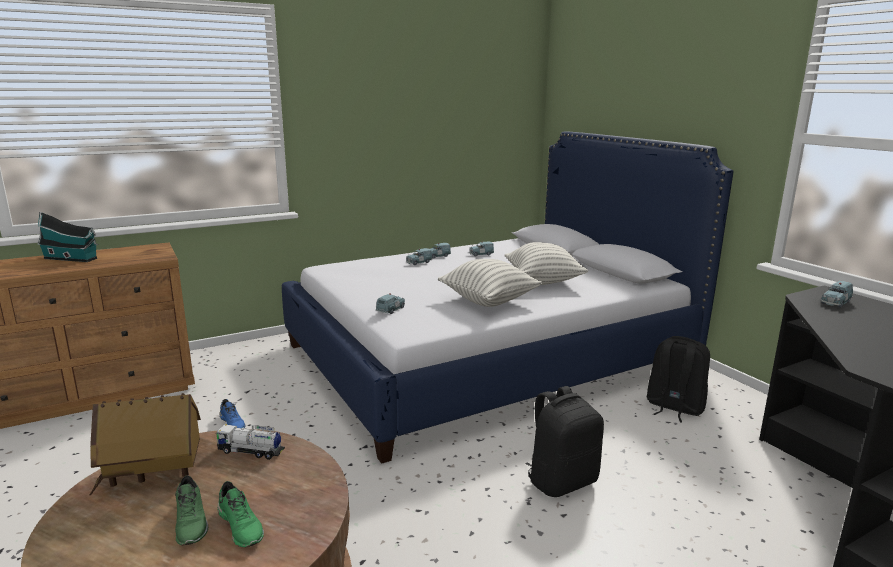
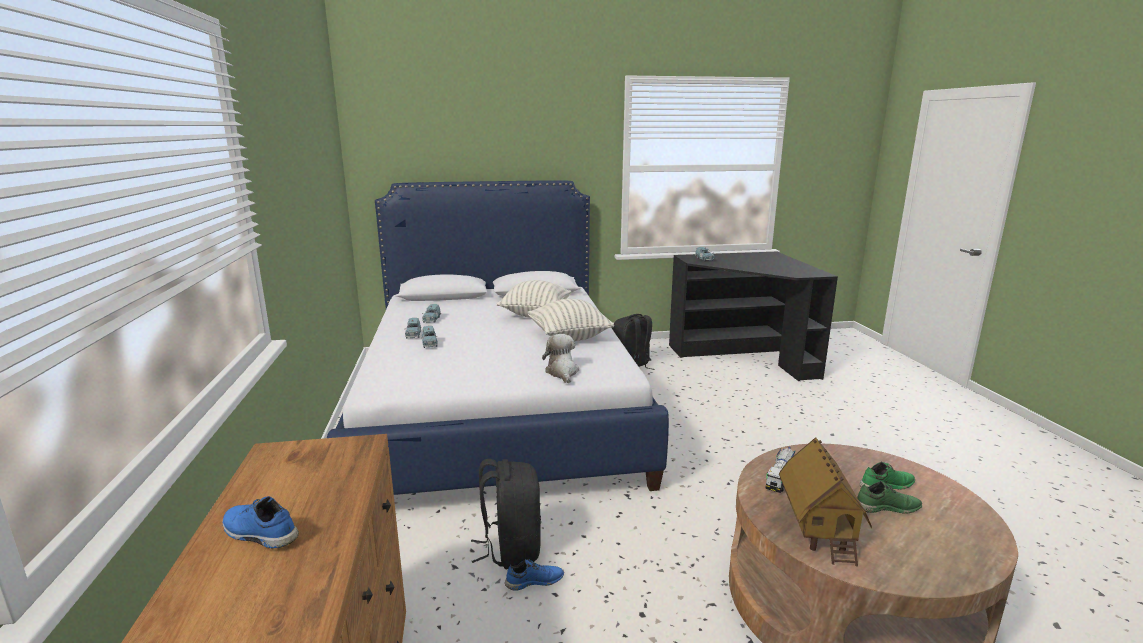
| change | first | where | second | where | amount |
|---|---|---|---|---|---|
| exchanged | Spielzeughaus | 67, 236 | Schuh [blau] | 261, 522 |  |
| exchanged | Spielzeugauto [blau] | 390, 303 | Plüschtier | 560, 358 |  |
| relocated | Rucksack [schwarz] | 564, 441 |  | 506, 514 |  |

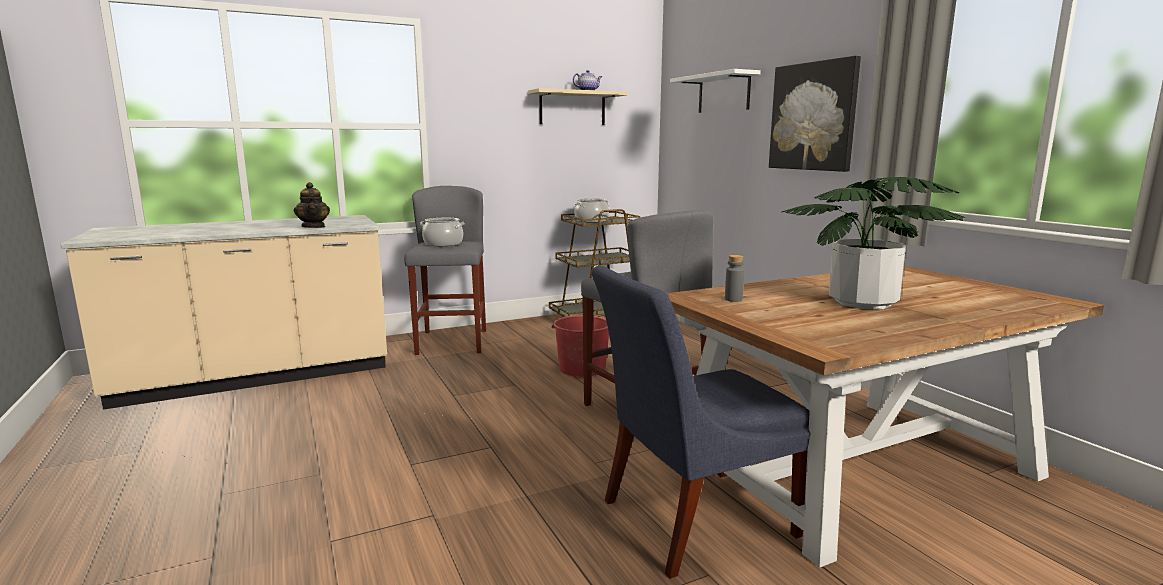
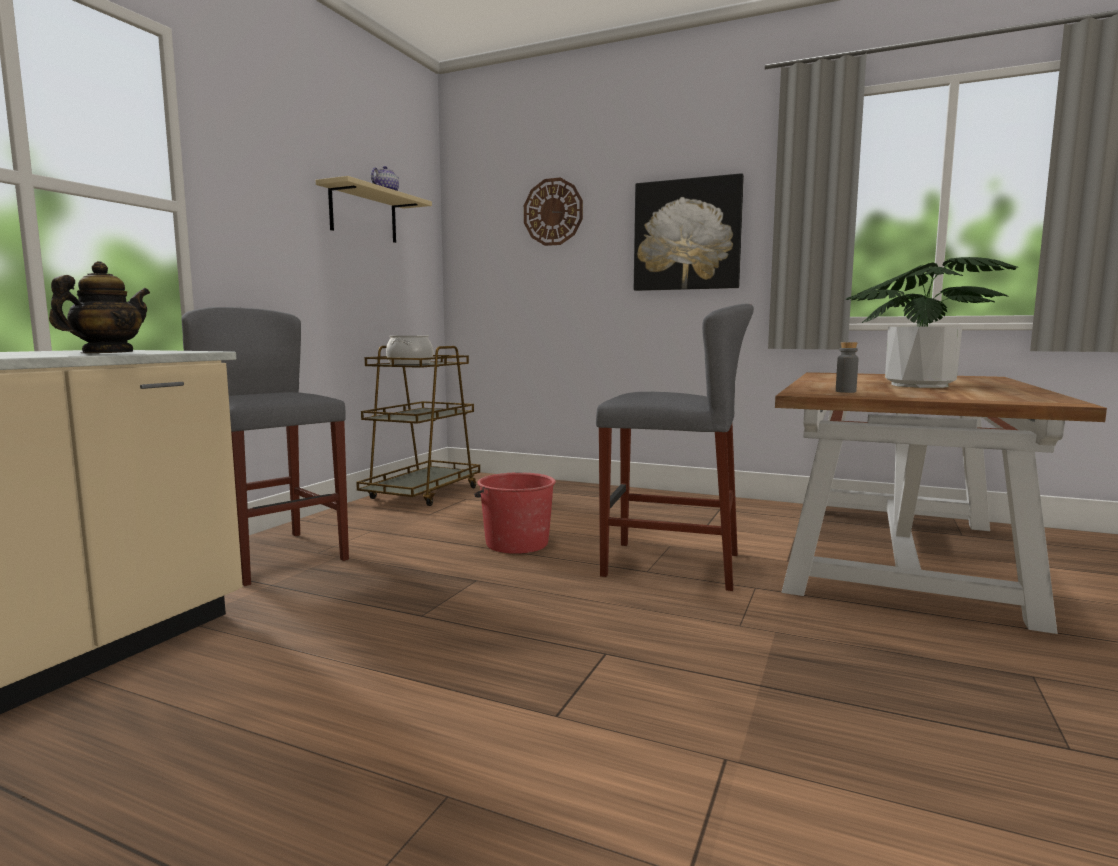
| change | first | where | second | where | amount |
|---|---|---|---|---|---|
| spun | Teekanne | 312, 205 |  | 99, 307 | 90 degrees counterclockwise |
| missing | Kochtopf | 442, 232 |  |  |  |
| missing | Stuhl [blau] | 701, 422 |  |  |  |
| exchanged | Wandregal [weiß] | 715, 91 | Wanduhr | 553, 212 |  |

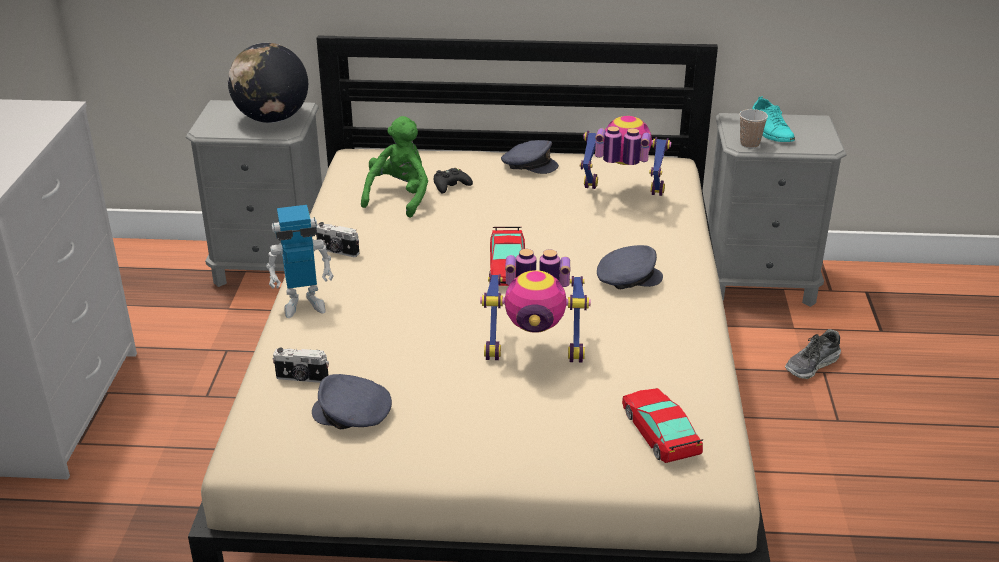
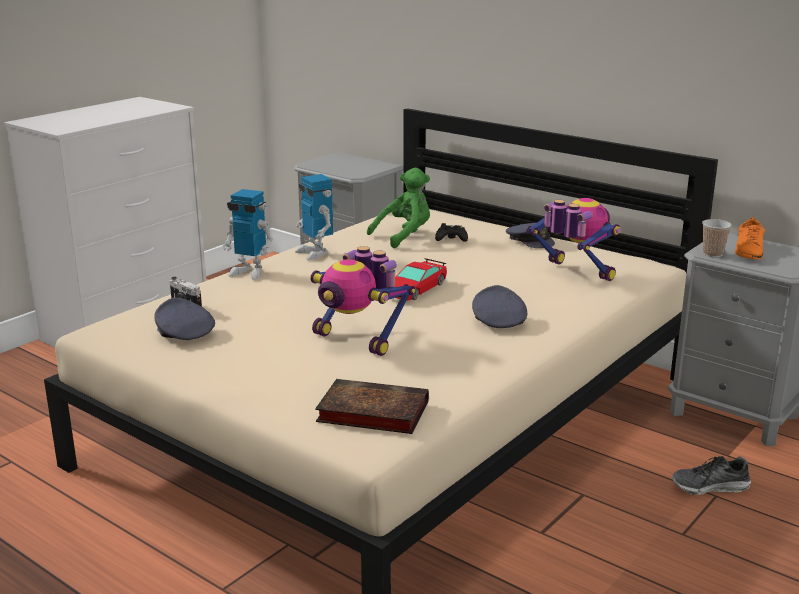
| change | first | where | second | where | amount |
|---|---|---|---|---|---|
| missing | Globus | 268, 83 |  |  |  |
| exchanged | Kamera | 337, 239 | Spielzeugroboter | 314, 217 |  |
| spun | Kappe [grau] | 630, 267 |  | 499, 306 | 120 degrees counterclockwise |
| exchanged | Spielzeugauto | 662, 425 | Buch | 372, 406 |  |
| colour | Schuh [türkis] | 773, 119 | Schuh [orange] | 750, 238 |  |

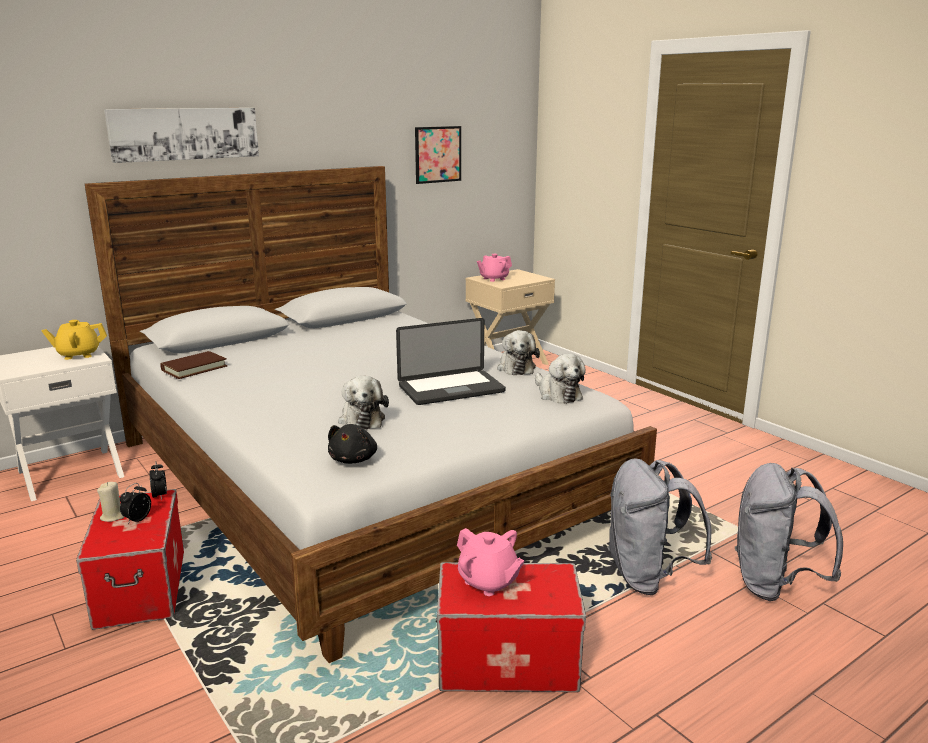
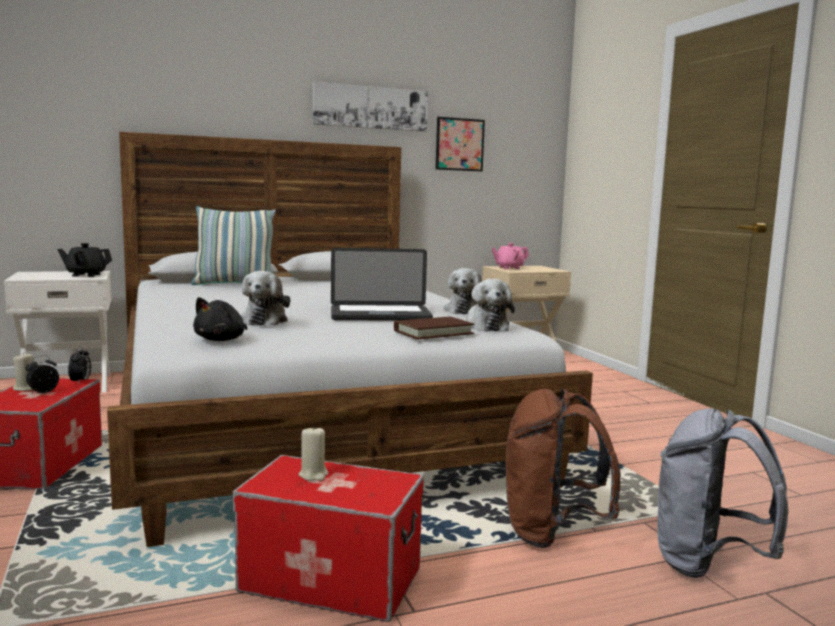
| change | first | where | second | where | amount |
|---|---|---|---|---|---|
| colour | Teekanne [gelb] | 74, 340 | Teekanne [schwarz] | 84, 260 |  |
| relocated | Bild | 181, 135 |  | 370, 107 |  |
| relocated | Buch [braun] | 193, 365 |  | 434, 328 |  |
| exchanged | Teekanne [rosa] | 490, 562 | Kerze [beige] | 313, 453 |  |
| colour | Rucksack [grau] | 659, 527 | Rucksack [braun] | 563, 468 |  |
| appeared |  |  | Kissen | 233, 245 |  |

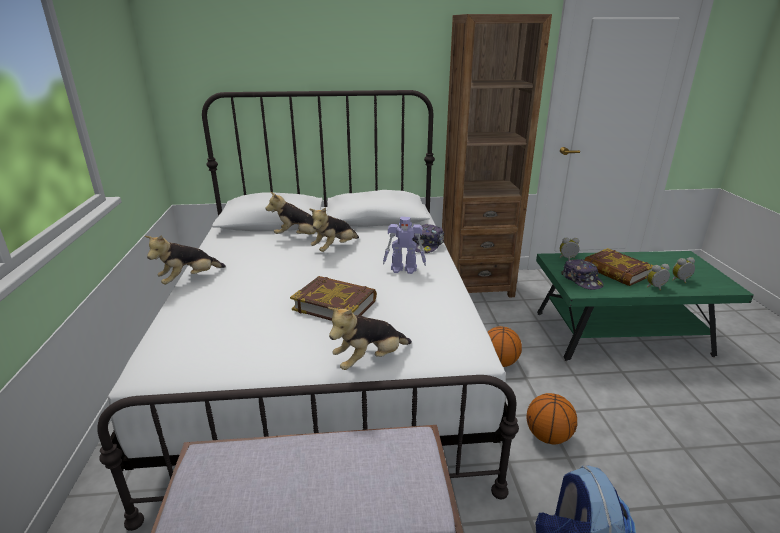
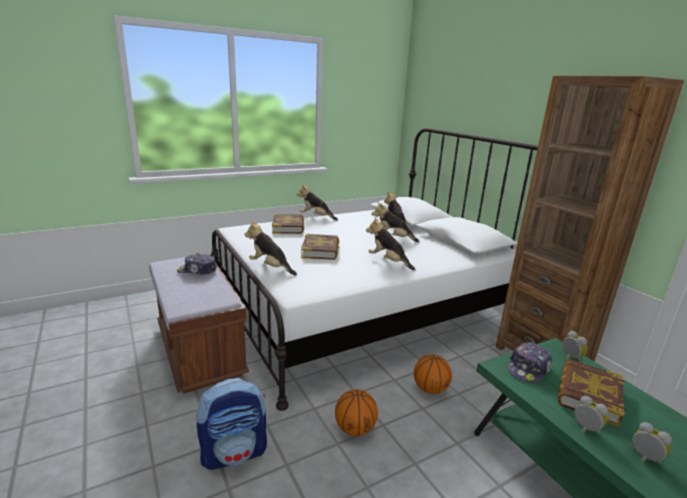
| change | first | where | second | where | amount |
|---|---|---|---|---|---|
| exchanged | Spielzeugroboter | 404, 245 | Plüschtier | 390, 243 |  |
| relocated | Kappe | 428, 238 |  | 197, 264 |  |
| appeared |  |  | Buch | 288, 224 |  |

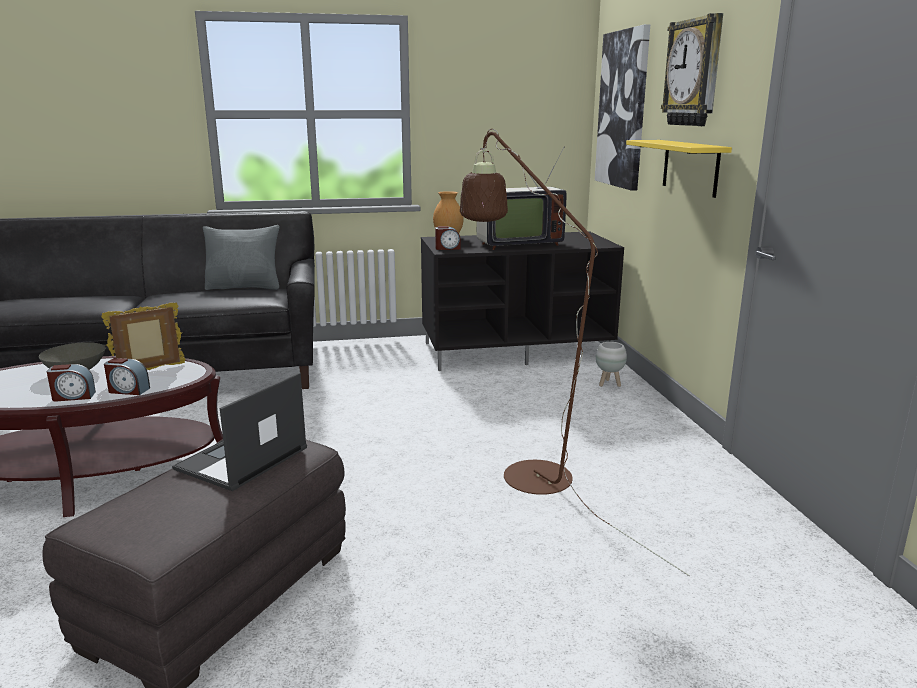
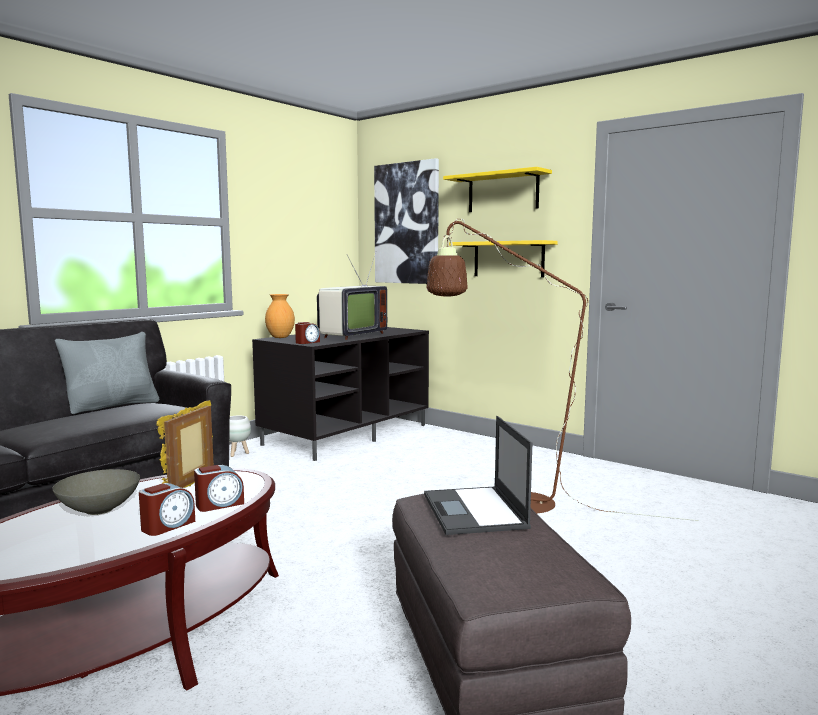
| change | first | where | second | where | amount |
|---|---|---|---|---|---|
| relocated | Pflanzkübel [weiß] | 611, 364 |  | 240, 436 |  |
| exchanged | Wanduhr | 692, 69 | Wandregal [gelb] | 497, 189 |  |

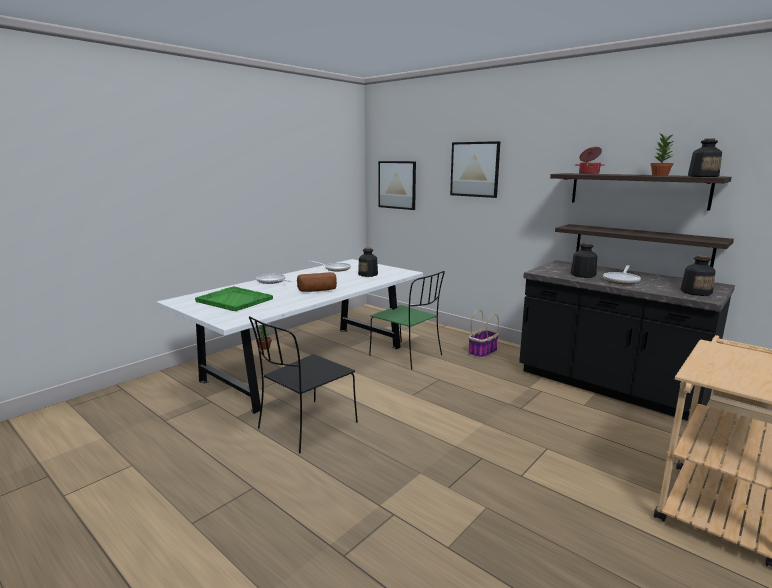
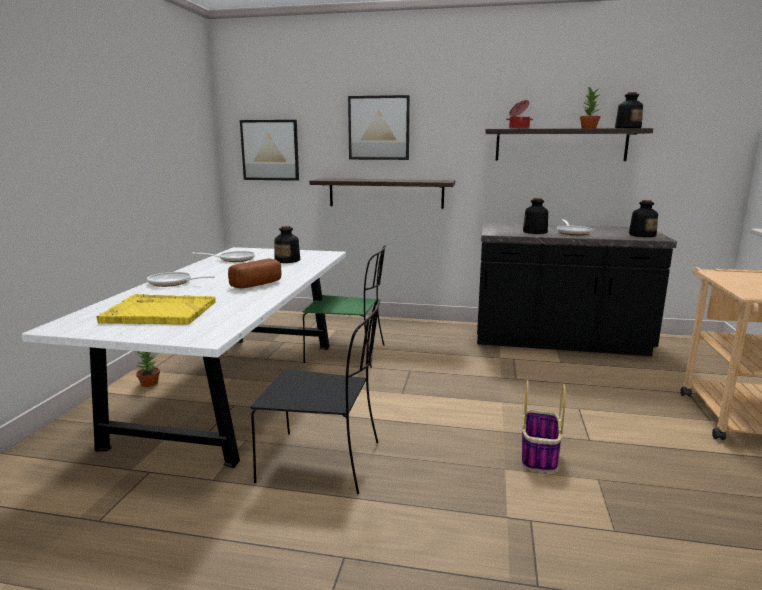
| change | first | where | second | where | amount |
|---|---|---|---|---|---|
| colour | Tablett [grün] | 234, 298 | Tablett [gelb] | 156, 309 |  |
| spun | Stuhl [schwarz] | 303, 385 |  | 315, 396 | 90 degrees counterclockwise |
| relocated | Korb | 483, 334 |  | 544, 426 |  |
| relocated | Wandregal | 644, 246 |  | 382, 193 |  |

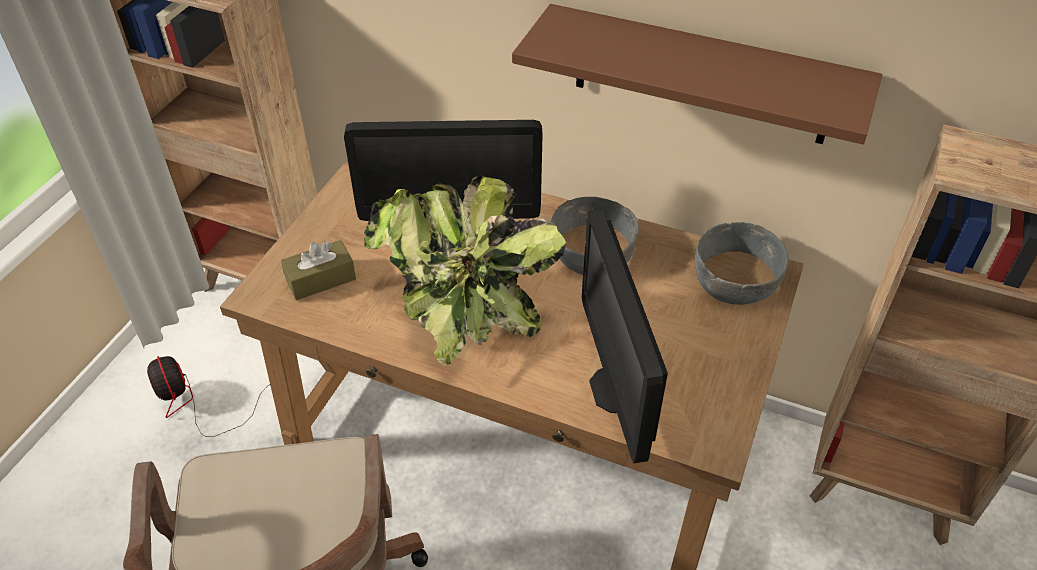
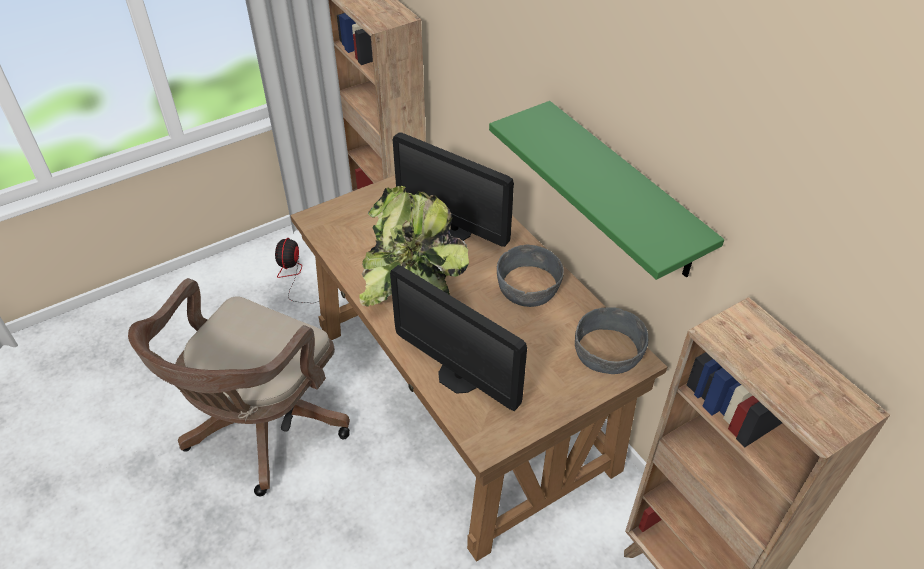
| change | first | where | second | where | amount |
|---|---|---|---|---|---|
| missing | Taschentuchbox [braun] | 318, 270 |  |  |  |
| colour | Wandregal [braun] | 697, 74 | Wandregal [grün] | 606, 190 |  |
| spun | Monitor | 625, 336 |  | 458, 338 | 75 degrees counterclockwise |

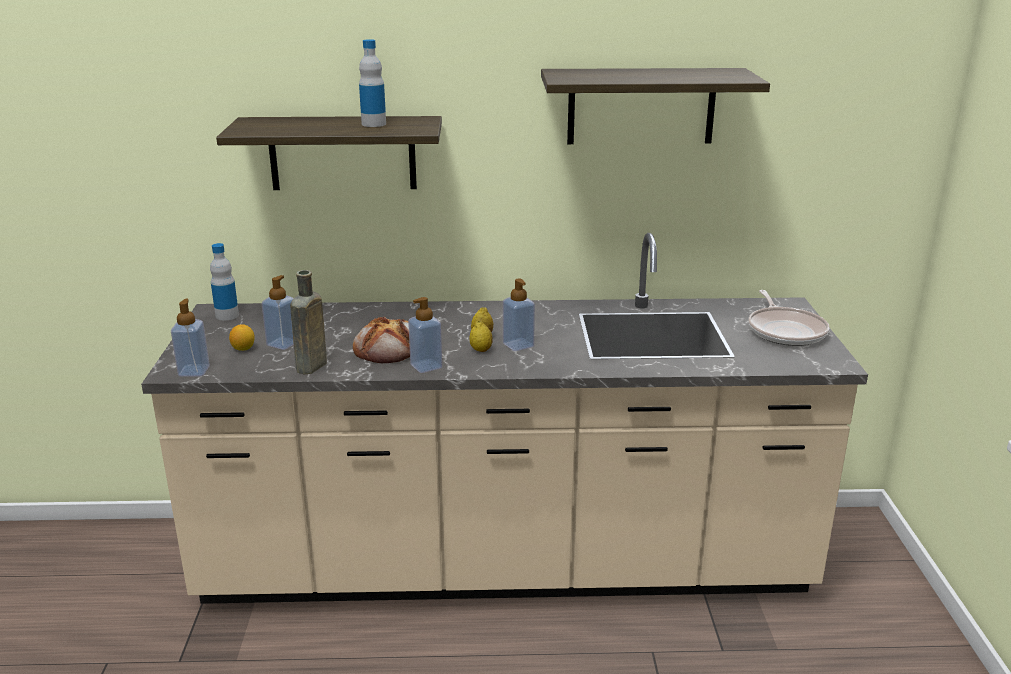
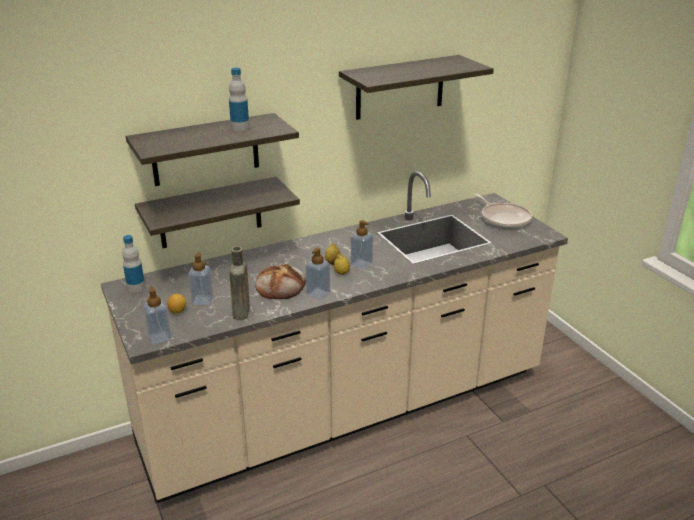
| change | first | where | second | where | amount |
|---|---|---|---|---|---|
| appeared |  |  | Wandregal | 217, 212 |  |

